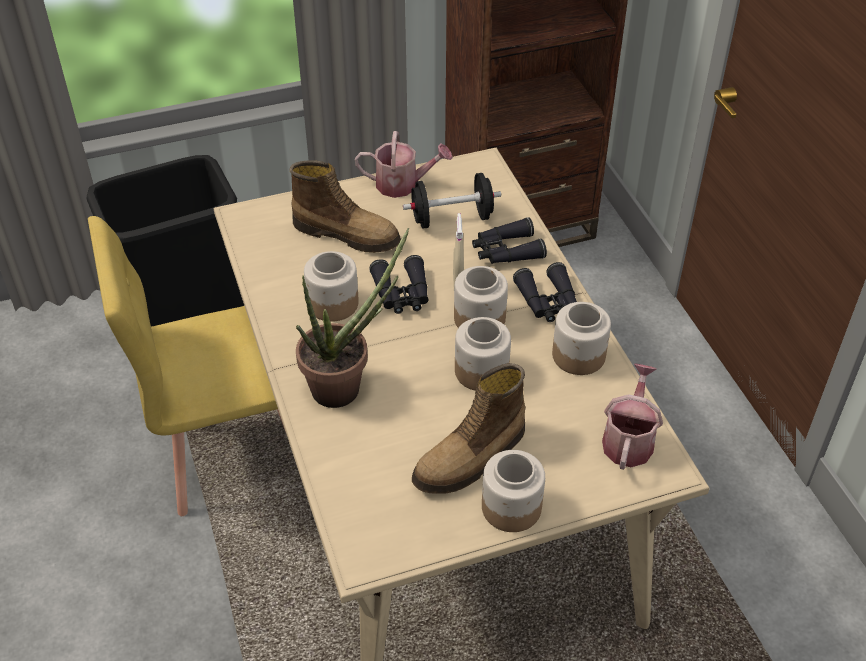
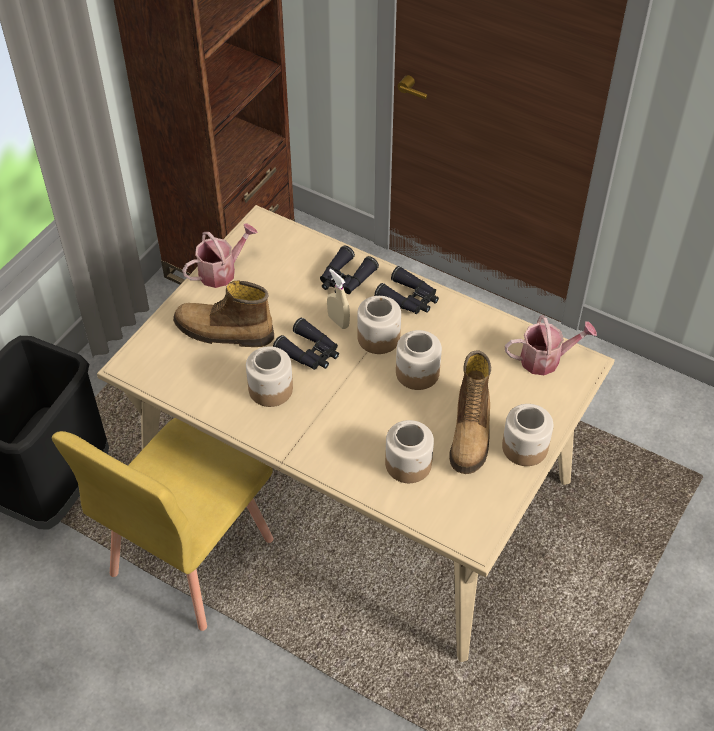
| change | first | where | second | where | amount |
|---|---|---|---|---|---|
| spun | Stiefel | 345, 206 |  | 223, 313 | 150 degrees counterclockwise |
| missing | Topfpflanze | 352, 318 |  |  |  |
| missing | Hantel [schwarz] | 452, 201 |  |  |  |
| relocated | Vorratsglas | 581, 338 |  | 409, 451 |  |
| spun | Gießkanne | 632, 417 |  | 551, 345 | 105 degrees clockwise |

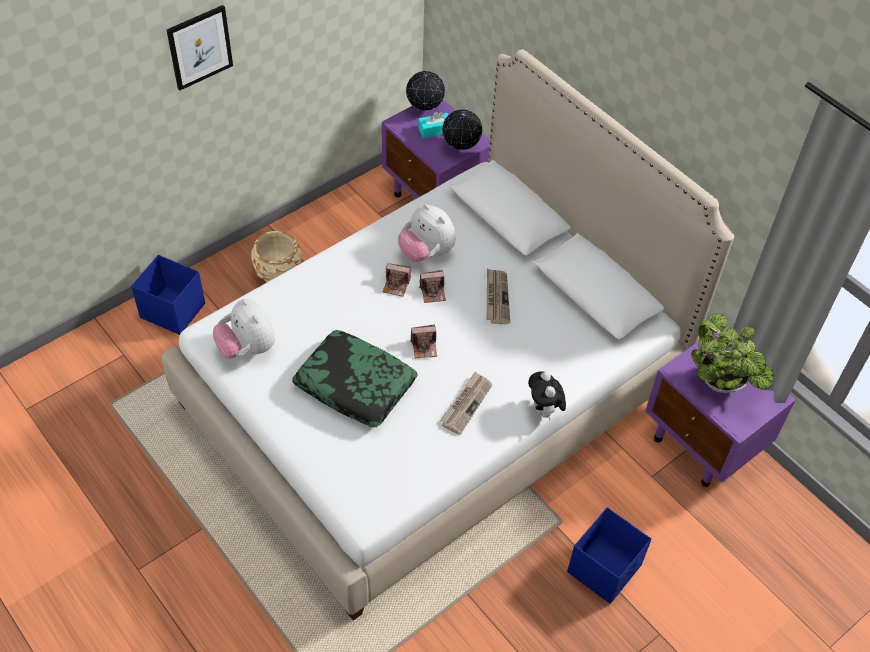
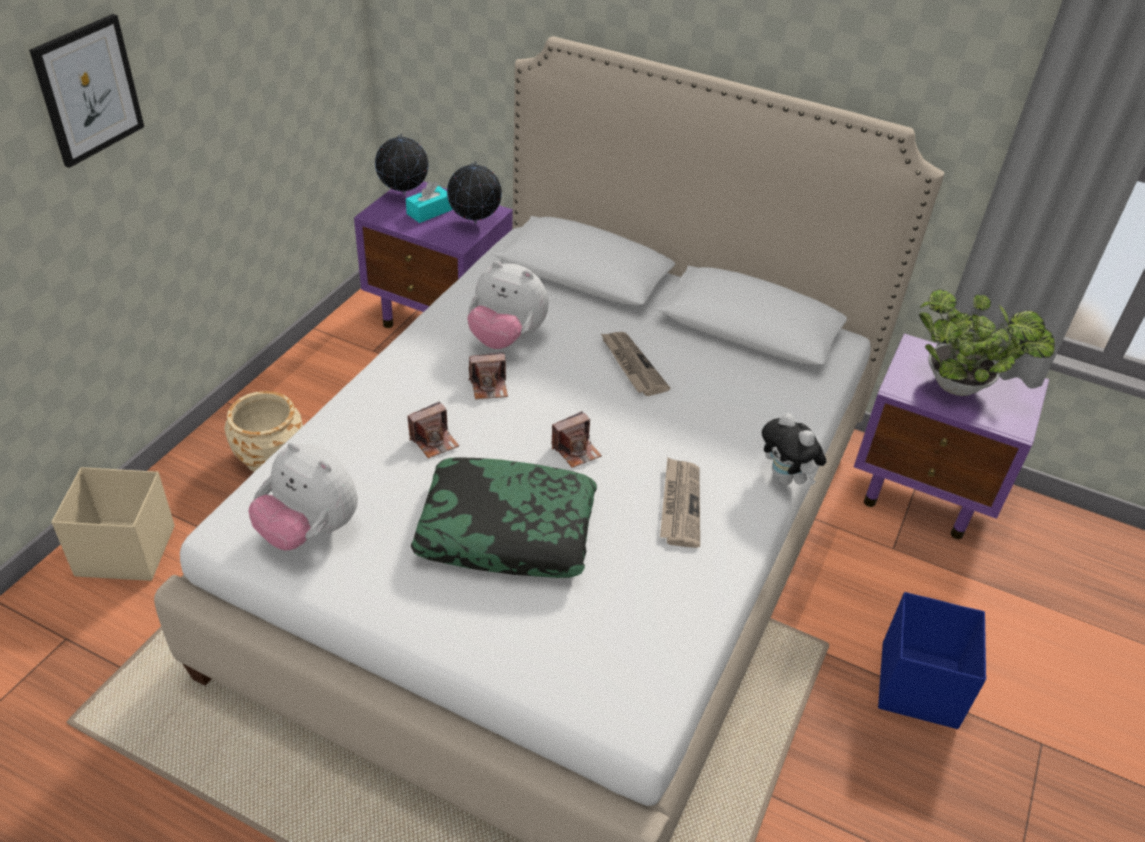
| change | first | where | second | where | amount |
|---|---|---|---|---|---|
| colour | Aufbewahrungsbox [blau] | 168, 295 | Aufbewahrungsbox [beige] | 113, 524 |  |
| relocated | Kamera | 432, 286 |  | 433, 430 |  |

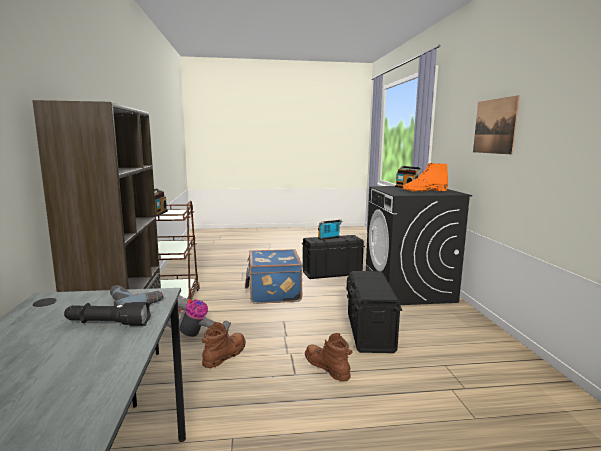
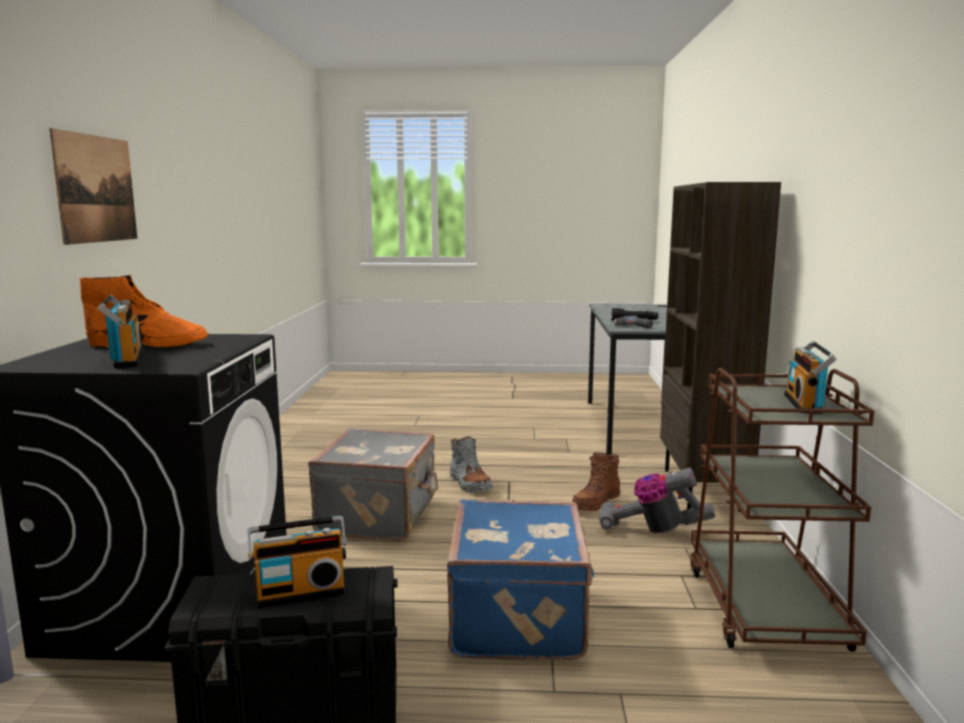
| change | first | where | second | where | amount |
|---|---|---|---|---|---|
| colour | Stiefel [braun] | 329, 357 | Stiefel [grau] | 471, 464 |  |
| exchanged | Aufbewahrungsbox [schwarz] | 374, 312 | Koffer [grau] | 373, 484 |  |

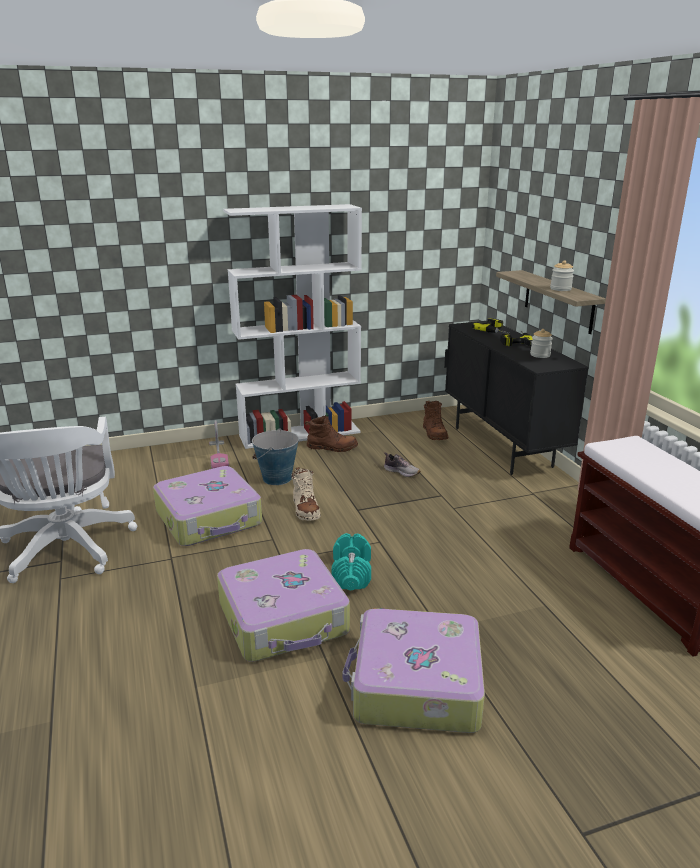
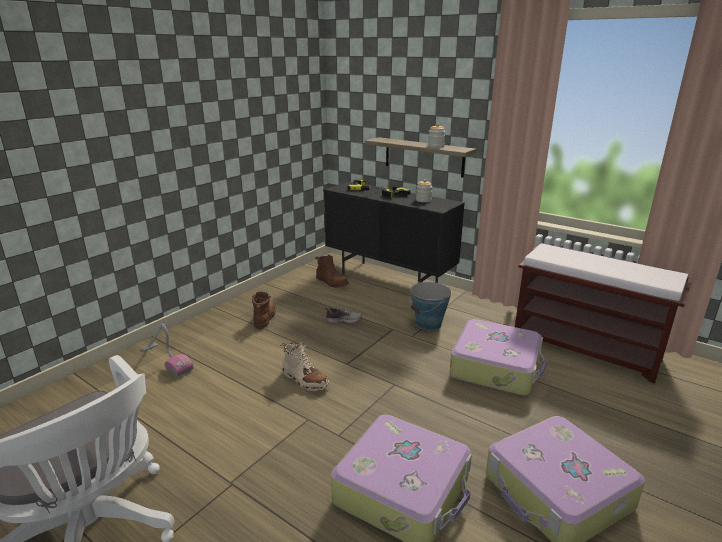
| change | first | where | second | where | amount |
|---|---|---|---|---|---|
| relocated | Koffer | 207, 506 |  | 498, 357 |  |
| missing | Bücherregal [weiß] | 292, 326 |  |  |  |
| relocated | Eimer | 275, 456 |  | 431, 306 |  |
| spun | Stiefel [braun] | 331, 433 |  | 263, 310 | 60 degrees counterclockwise |
| missing | Hantel [türkis] | 351, 561 |  |  |  |

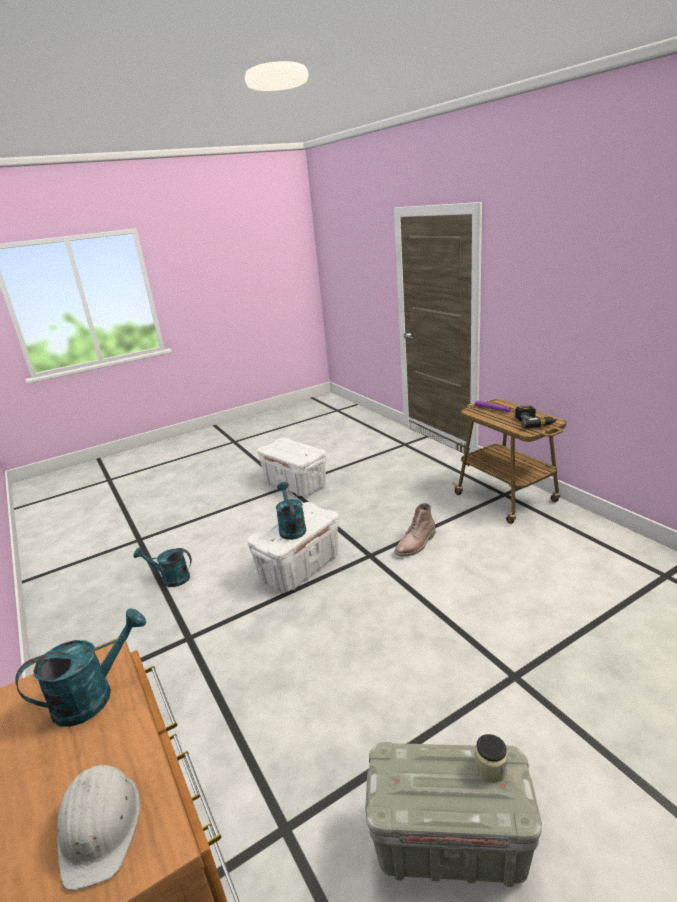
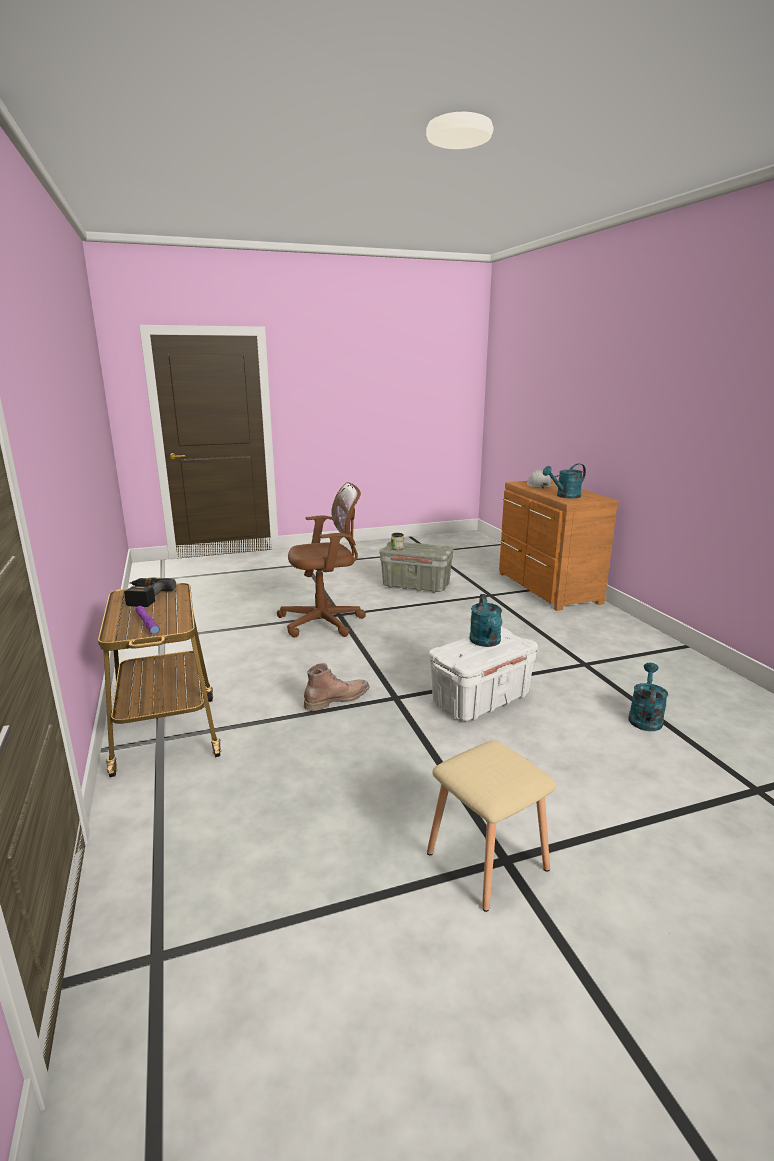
| change | first | where | second | where | amount |
|---|---|---|---|---|---|
| spun | Gießkanne [türkis] | 162, 567 |  | 648, 697 | 90 degrees counterclockwise |
| exchanged | Aufbewahrungsbox [weiß] | 291, 467 | Hocker [beige] | 491, 826 |  |
| appeared |  |  | Bürostuhl [braun] | 321, 559 |  |

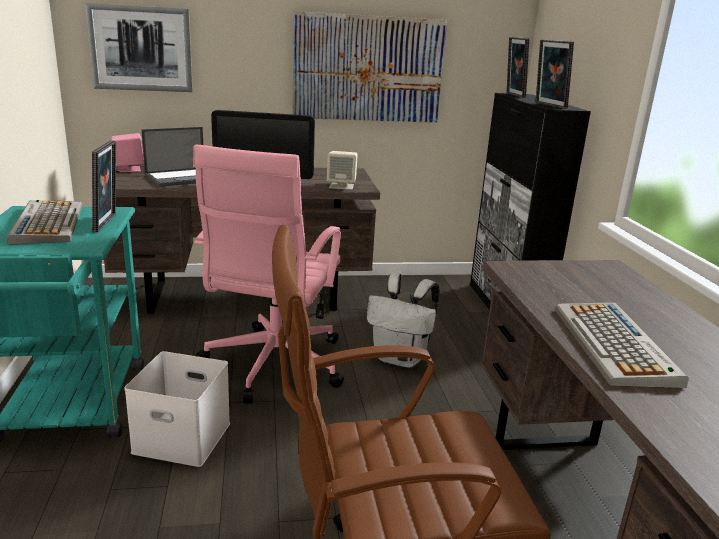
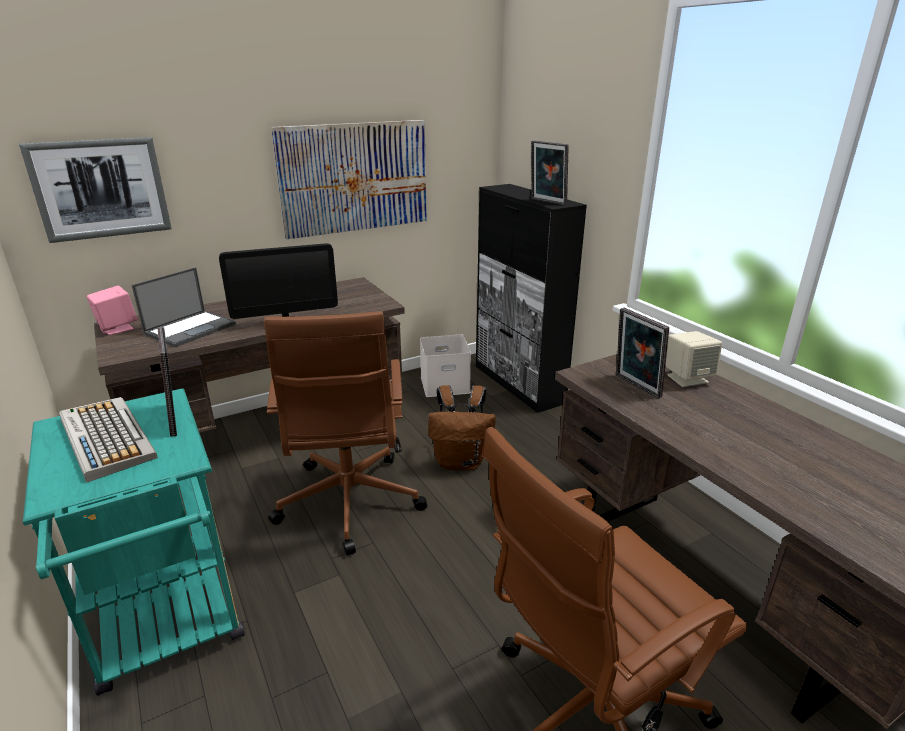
| change | first | where | second | where | amount |
|---|---|---|---|---|---|
| relocated | Aufbewahrungsbox [weiß] | 177, 409 |  | 445, 366 |  |
| colour | Bürostuhl [rosa] | 268, 274 | Bürostuhl [braun] | 345, 433 |  |
| relocated | Lautsprecher [beige] | 342, 170 |  | 693, 359 |  |
| colour | Rucksack [weiß] | 403, 320 | Rucksack [braun] | 462, 427 |  |
| relocated | Bilderrahmen | 518, 67 |  | 642, 353 |  |
| missing | Tastatur | 622, 345 |  |  |  |

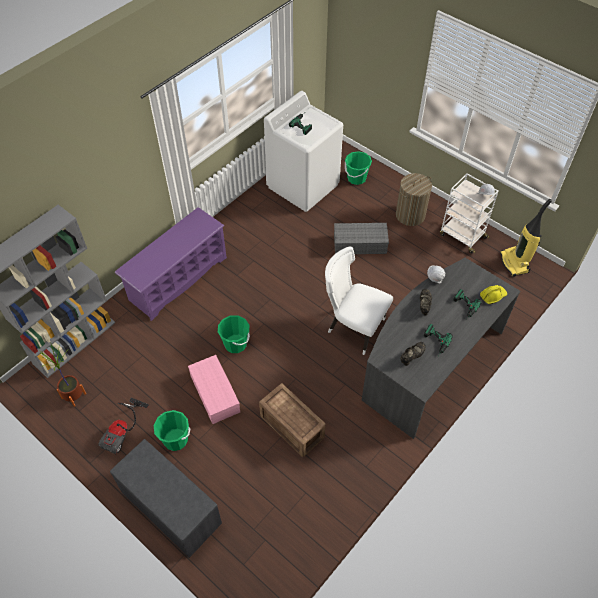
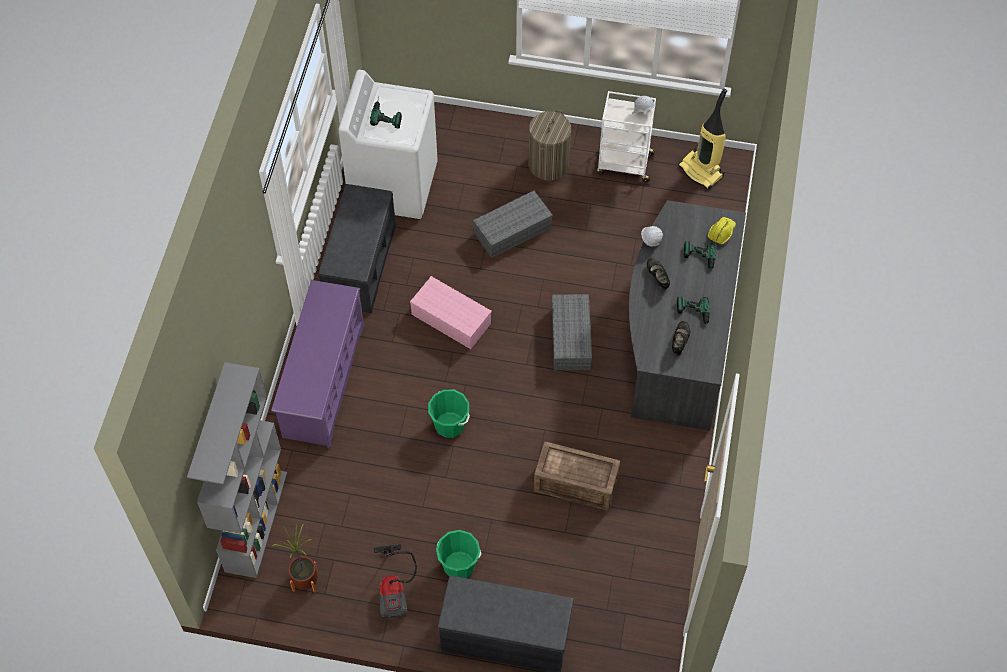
| change | first | where | second | where | amount |
|---|---|---|---|---|---|
| relocated | Aufbewahrungsbox [rosa] | 214, 389 |  | 451, 312 |  |
| exchanged | Stuhl [weiß] | 359, 301 | Aufbewahrungsbox [grau] | 572, 332 |  |
| missing | Eimer [grün] | 358, 168 |  |  |  |
| appeared |  |  | Bank [grau] | 357, 248 |  |

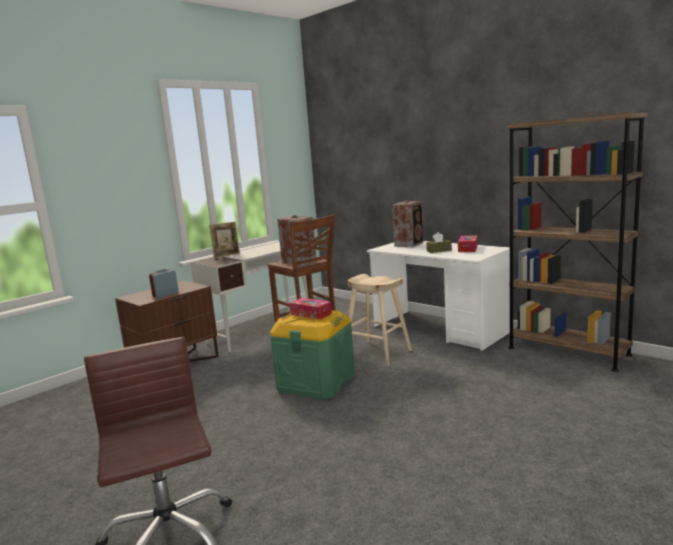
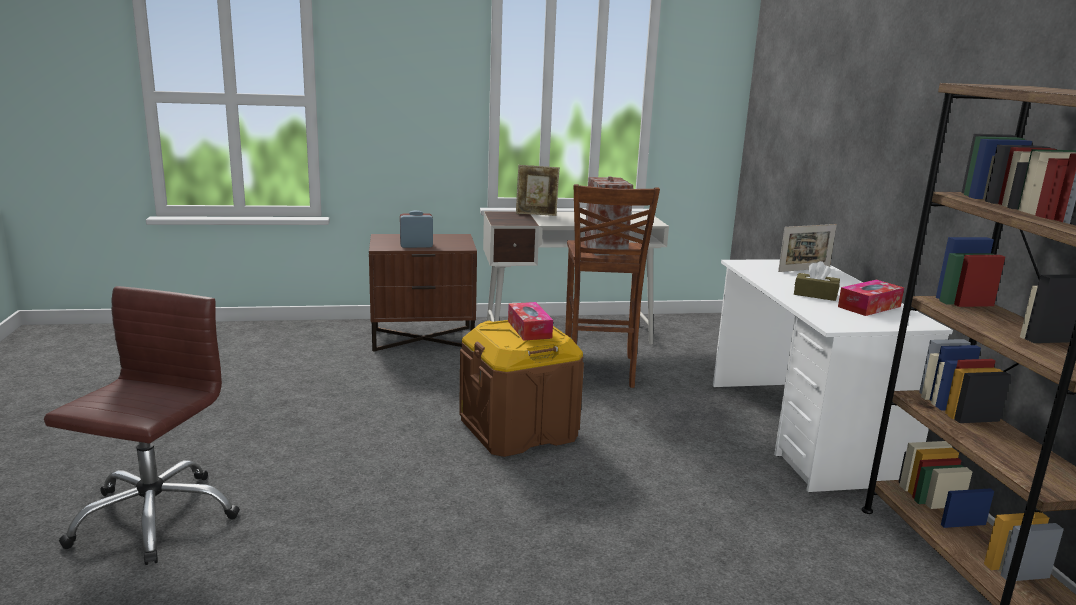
| change | first | where | second | where | amount |
|---|---|---|---|---|---|
| colour | Aufbewahrungsbox [grün] | 312, 354 | Aufbewahrungsbox [braun] | 521, 388 |  |
| missing | Hocker [beige] | 380, 320 |  |  |  |
| exchanged | Lautsprecher | 408, 223 | Bilderrahmen | 807, 248 |  |

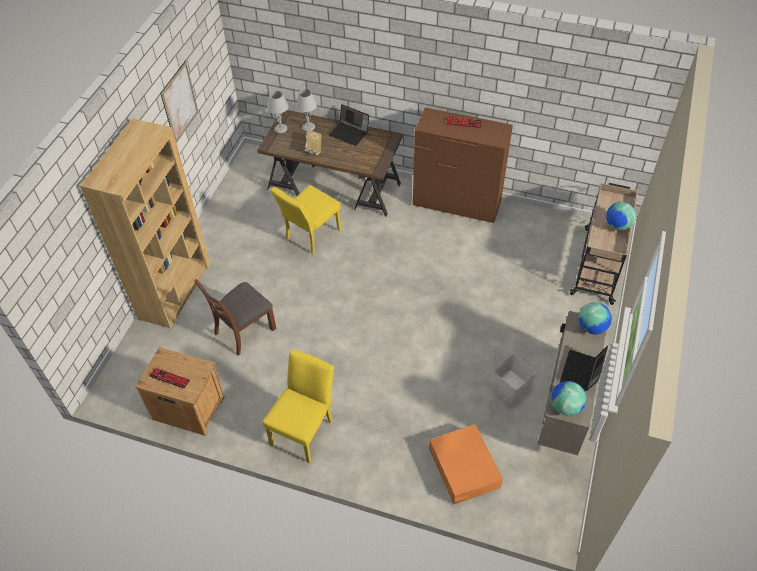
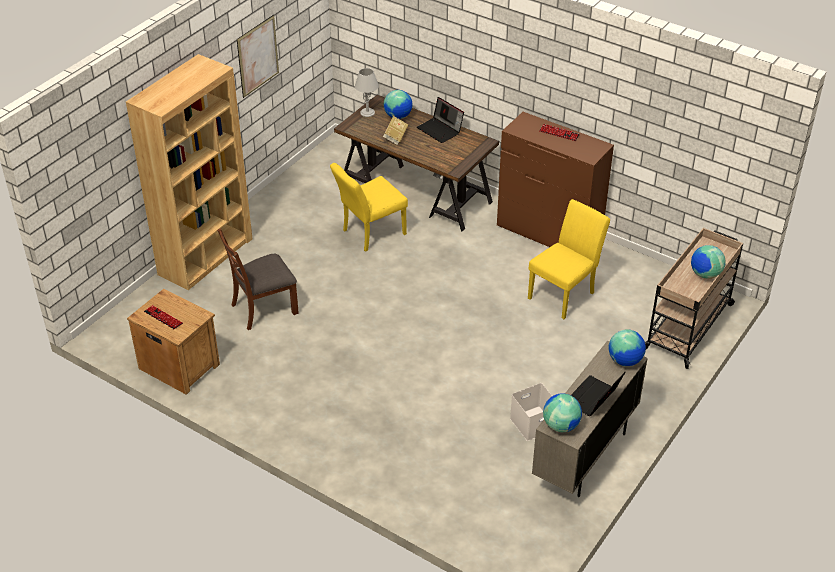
| change | first | where | second | where | amount |
|---|---|---|---|---|---|
| relocated | Stuhl [gelb] | 298, 406 |  | 569, 259 |  |
| exchanged | Tischlampe [grau] | 306, 110 | Globus | 398, 104 |  |
| missing | Aufbewahrungsbox [orange] | 466, 464 |  |  |  |

